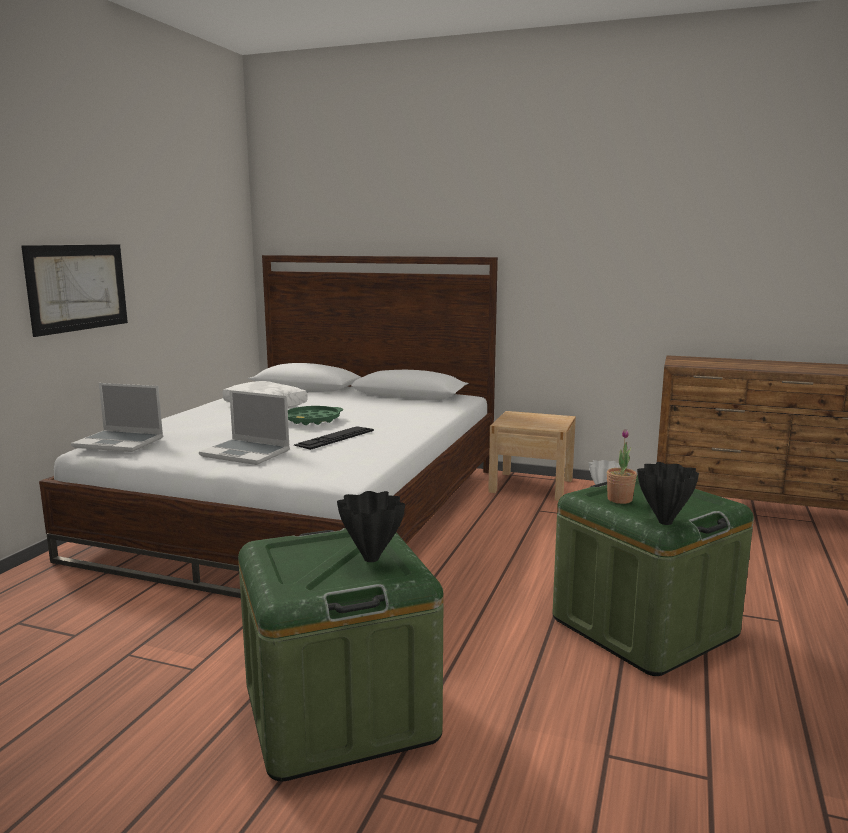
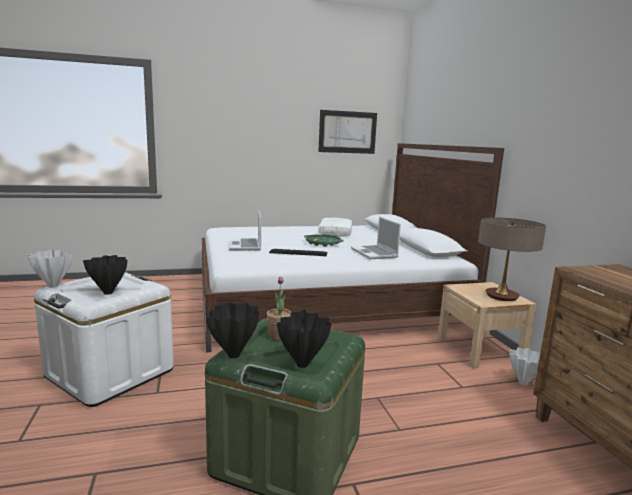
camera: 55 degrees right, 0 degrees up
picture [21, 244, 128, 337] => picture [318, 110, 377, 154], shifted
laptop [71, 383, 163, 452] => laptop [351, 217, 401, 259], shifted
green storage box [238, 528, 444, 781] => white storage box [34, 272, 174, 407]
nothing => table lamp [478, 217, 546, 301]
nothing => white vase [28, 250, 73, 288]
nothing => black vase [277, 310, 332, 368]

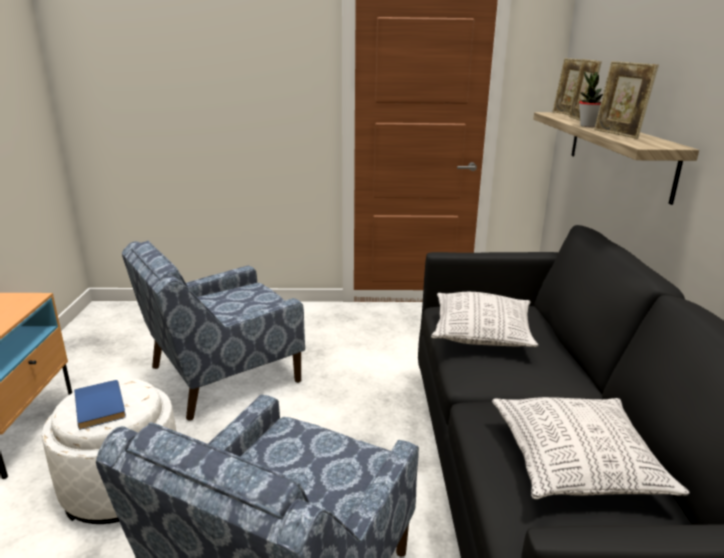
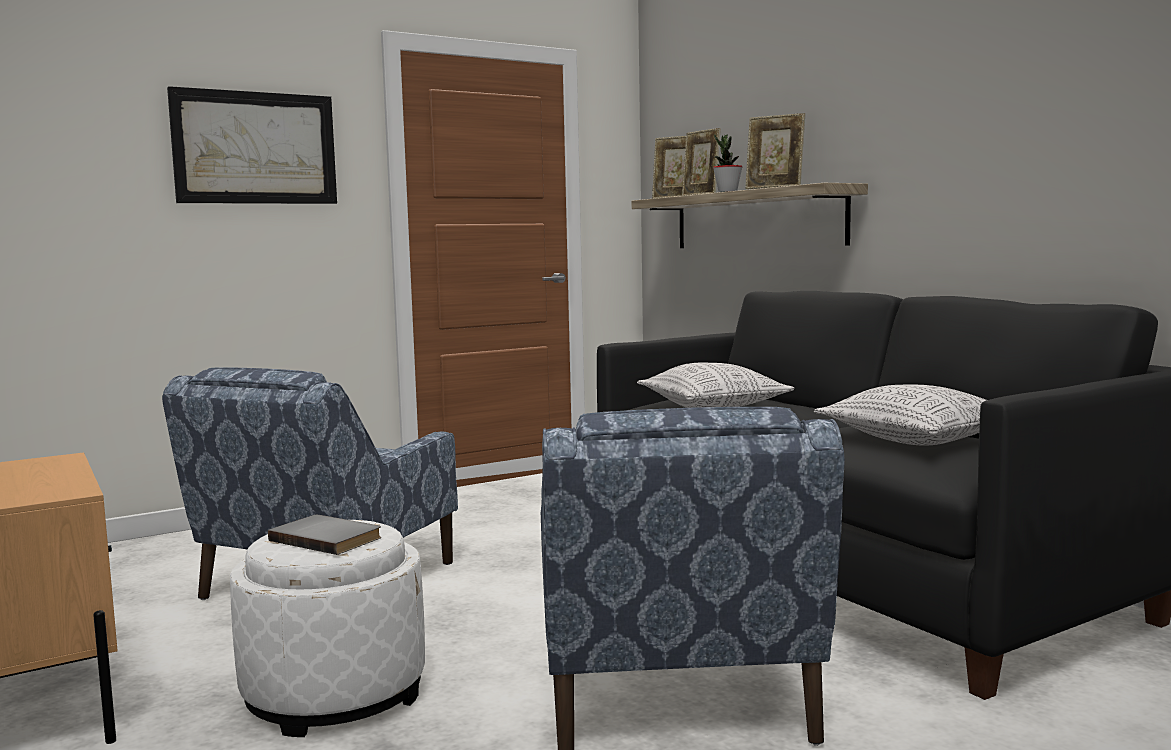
camera: 30 degrees left, 15 degrees down
blue book [74, 380, 126, 430] => grey book [268, 515, 381, 555]
nothing => picture [167, 86, 337, 204]

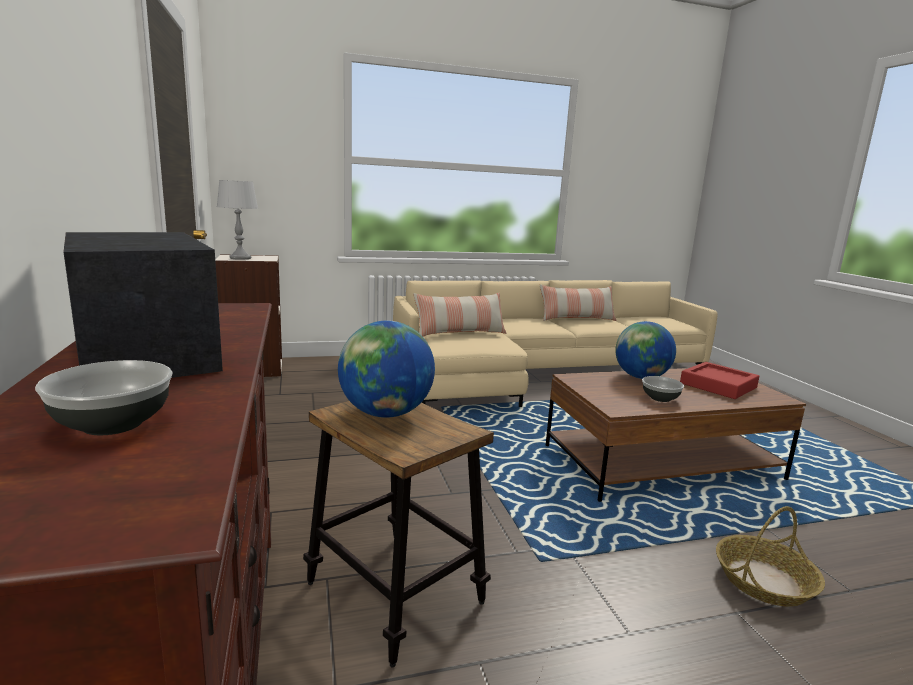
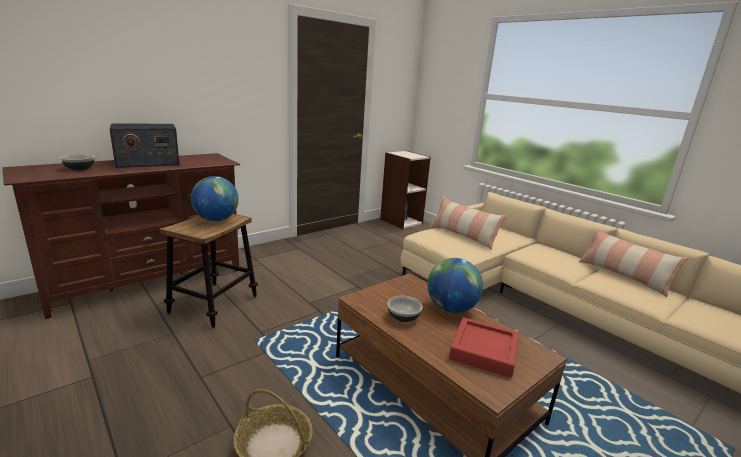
camera: 65 degrees right, 5 degrees up
grey table lamp [217, 180, 258, 260] => nothing
radio [64, 232, 223, 378] => radio [109, 123, 180, 168], 150 degrees counterclockwise

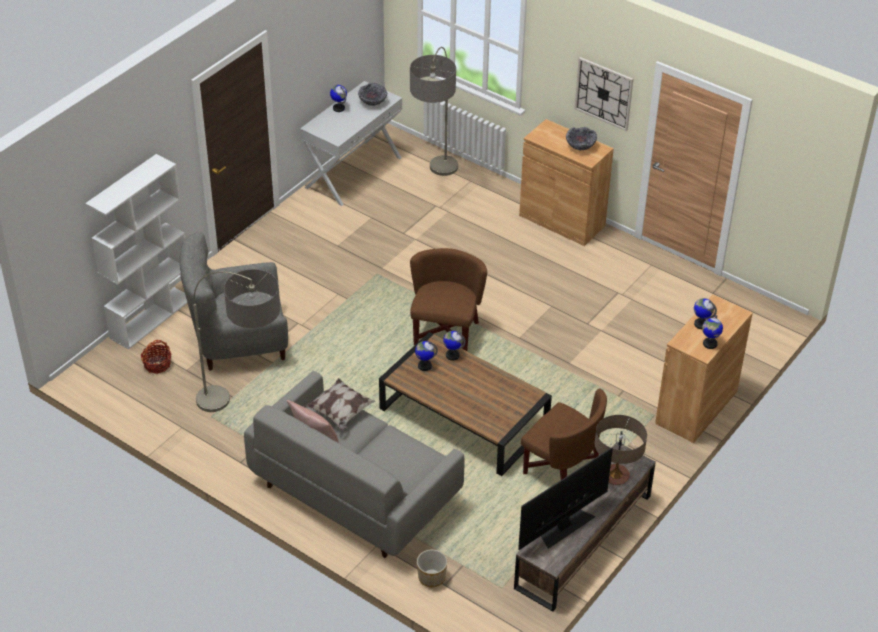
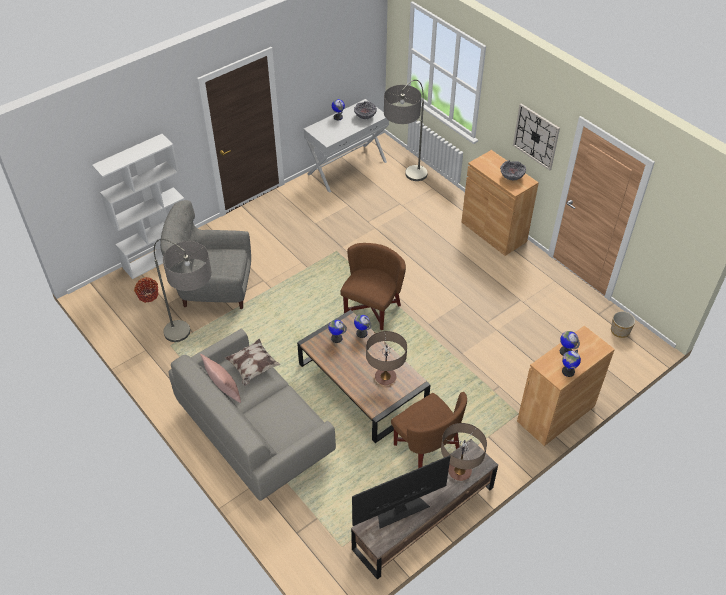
camera: 15 degrees right, 5 degrees up
planter [417, 550, 447, 587] => planter [611, 311, 635, 338], shifted
nothing => table lamp [366, 331, 407, 385]

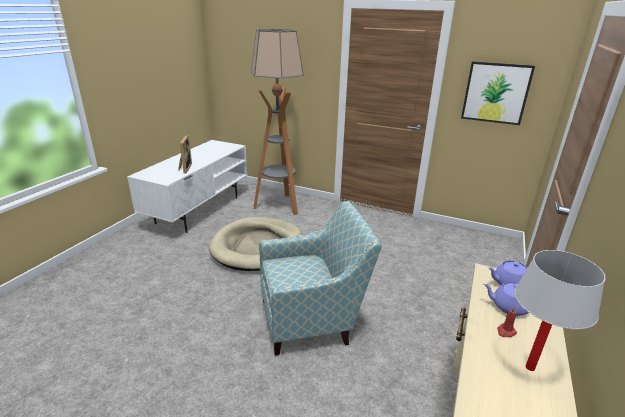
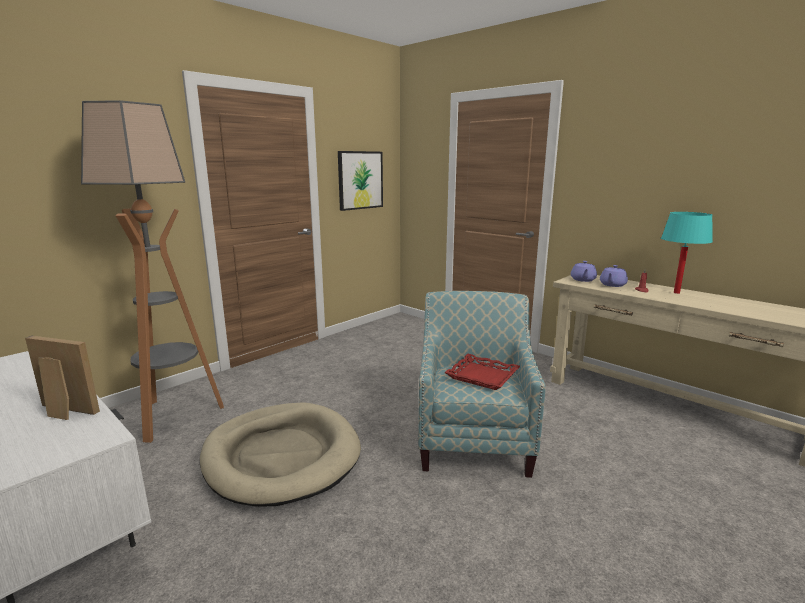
camera: 70 degrees left, 10 degrees down
white table lamp [514, 250, 605, 371] => turquoise table lamp [661, 212, 713, 294]
nothing => red tray [444, 354, 520, 390]

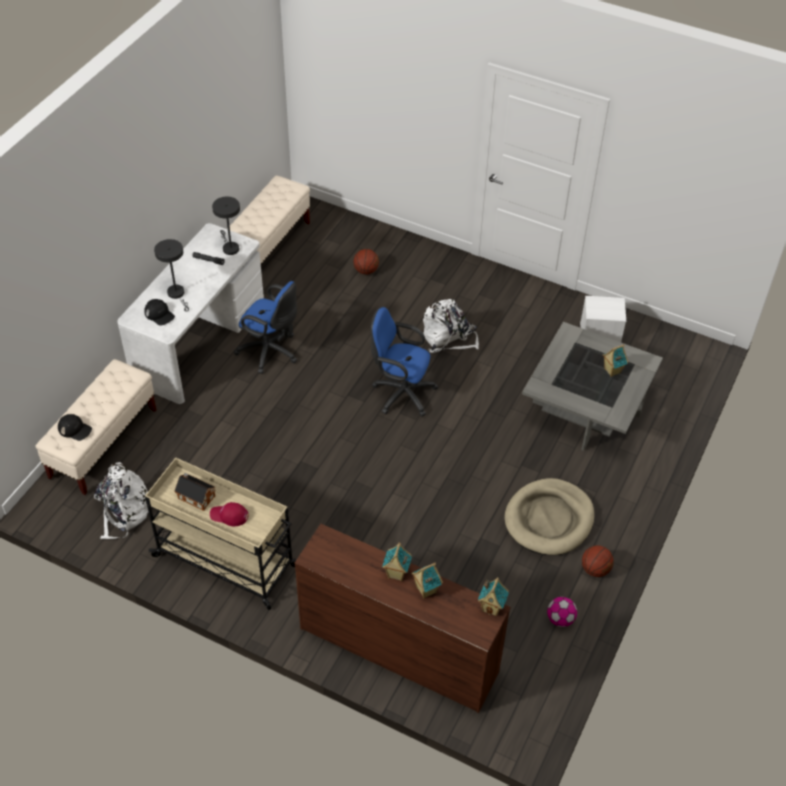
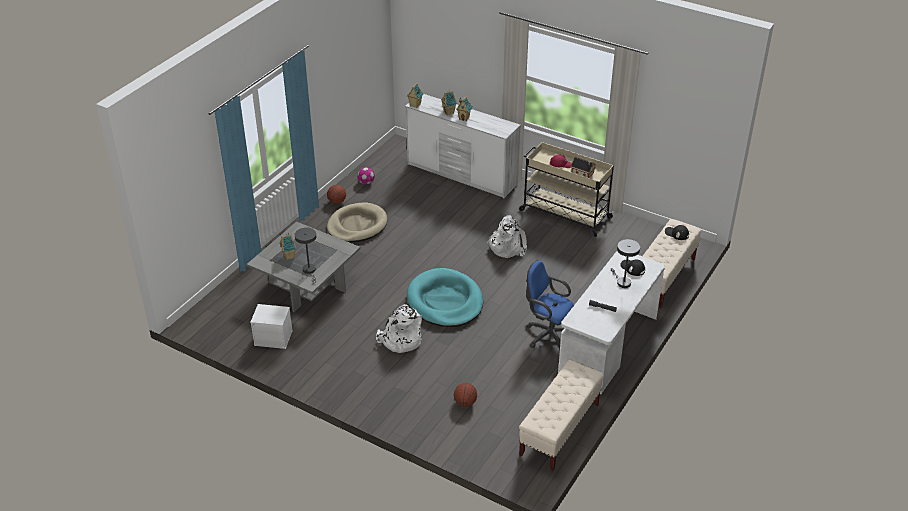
camera: 175 degrees left, 10 degrees down
grey table lamp [212, 197, 240, 255] => grey table lamp [295, 227, 316, 284], shifted
blue office chair [371, 307, 438, 417] => turquoise dog bed [407, 268, 483, 327]
white backpack [94, 462, 148, 539] => white backpack [487, 215, 527, 258], shifted
brown dresser [294, 524, 511, 713] => white dresser [405, 94, 521, 198]

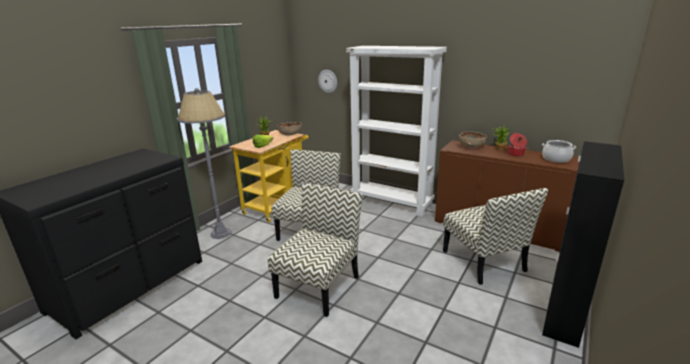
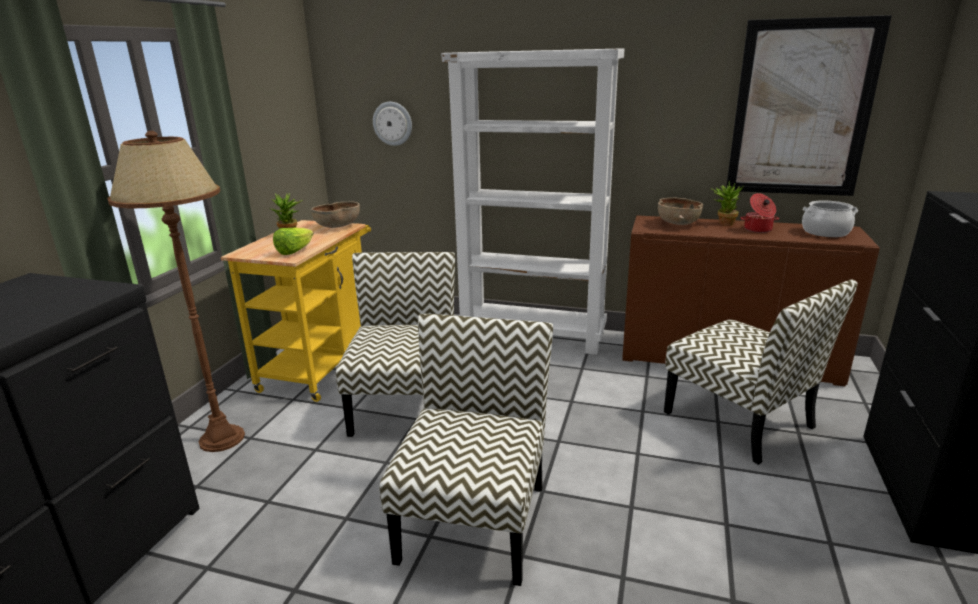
camera: 15 degrees left, 0 degrees up
grey floor lamp [177, 88, 231, 239] => brown floor lamp [107, 131, 245, 452]
nothing => picture [726, 15, 892, 196]

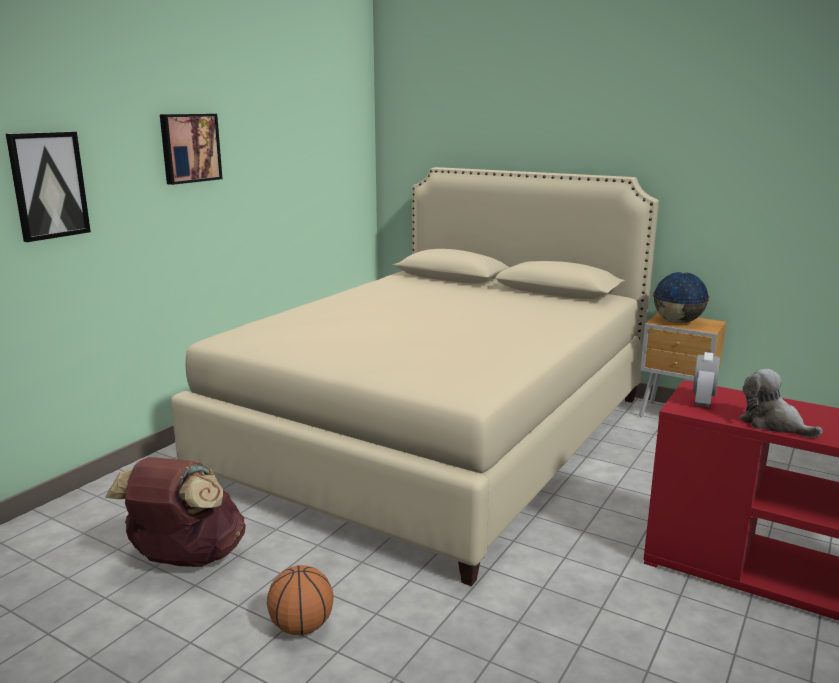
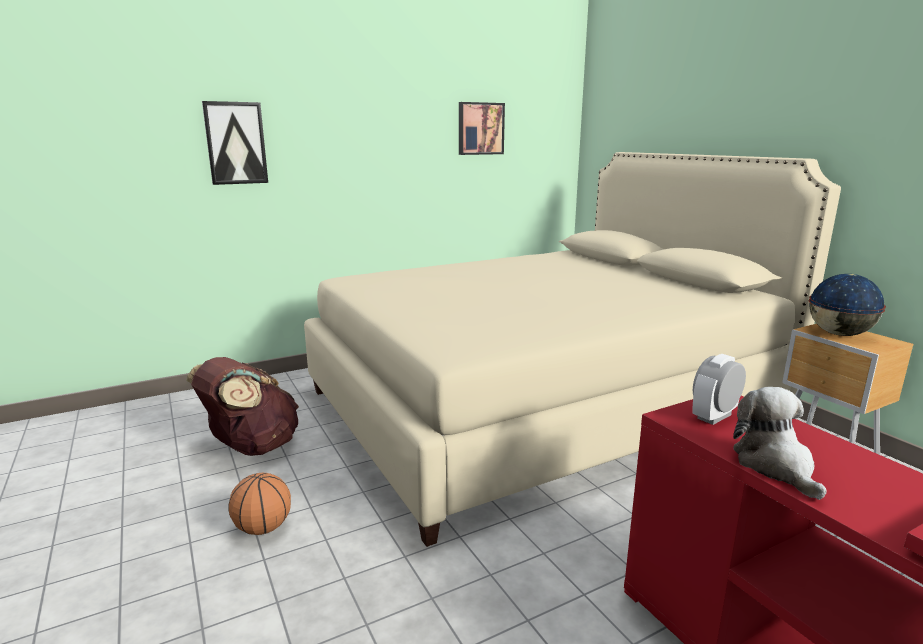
camera: 30 degrees right, 0 degrees up
picture [160, 114, 223, 185] => picture [459, 102, 505, 155], shifted

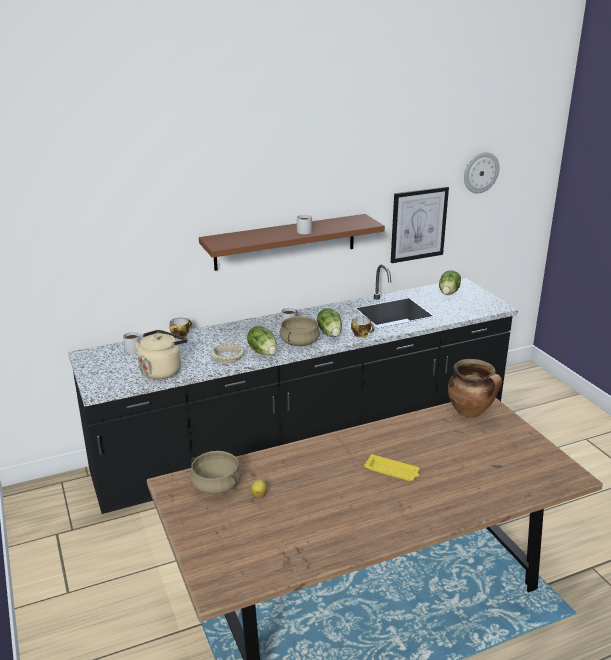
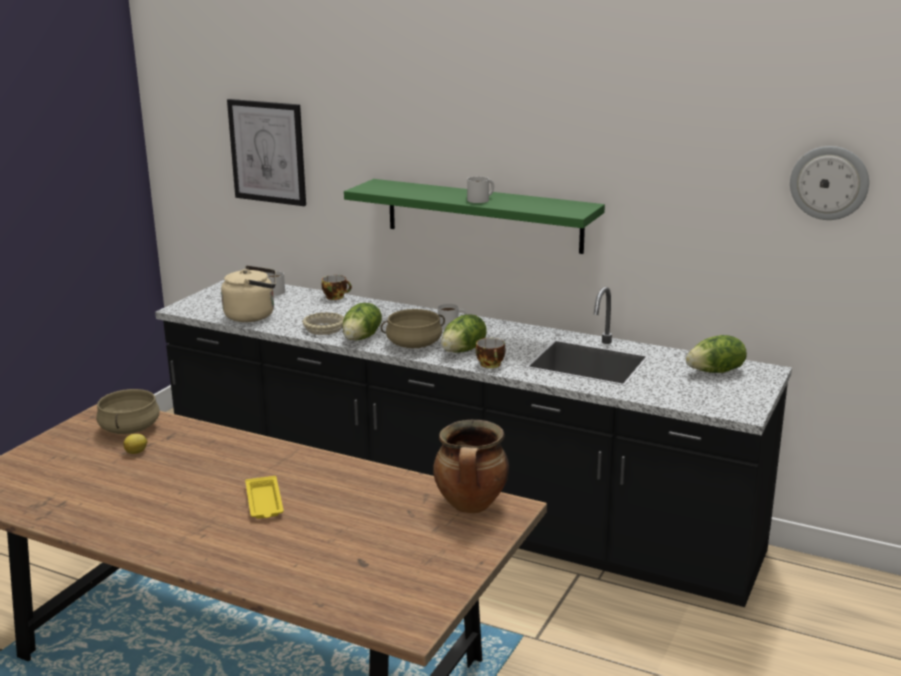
camera: 50 degrees right, 5 degrees down
picture [391, 186, 449, 263] => picture [227, 99, 306, 206], shifted
brown shelf [199, 214, 385, 271] => green shelf [344, 179, 605, 254]

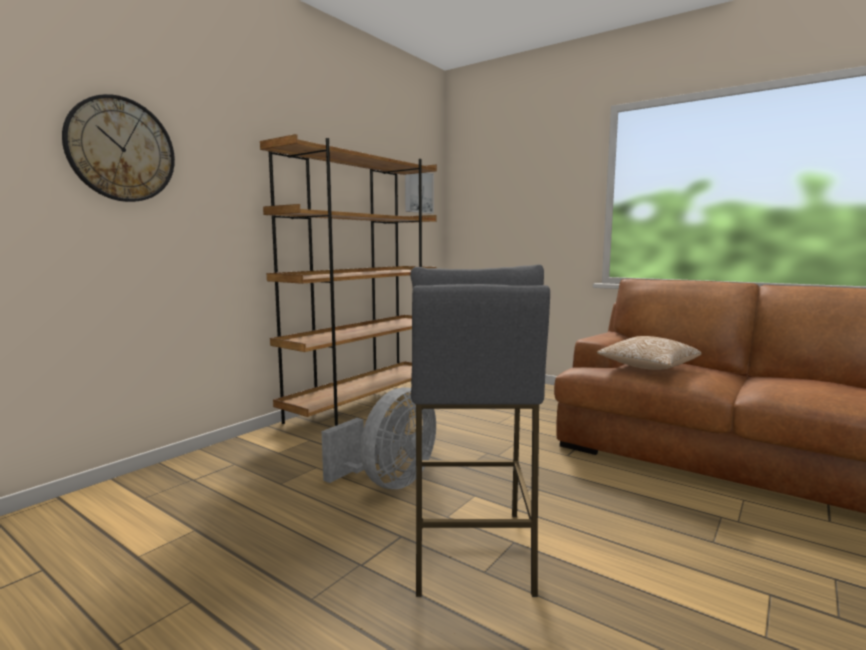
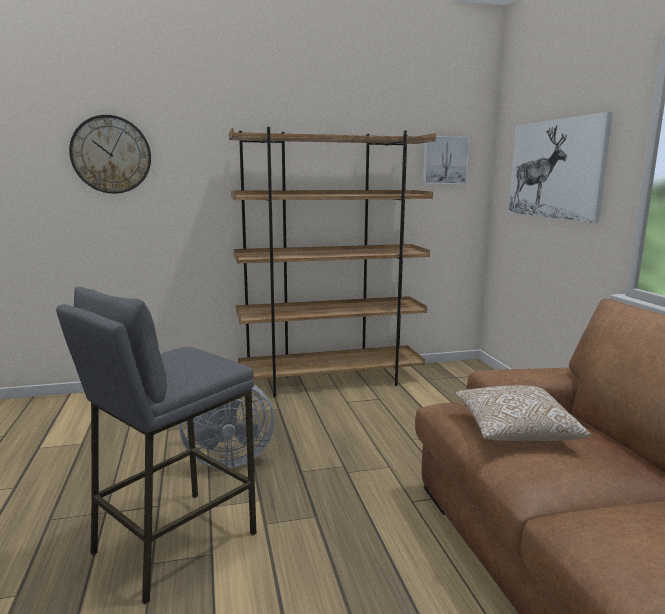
camera: 40 degrees right, 5 degrees up
nothing => picture [509, 112, 613, 223]

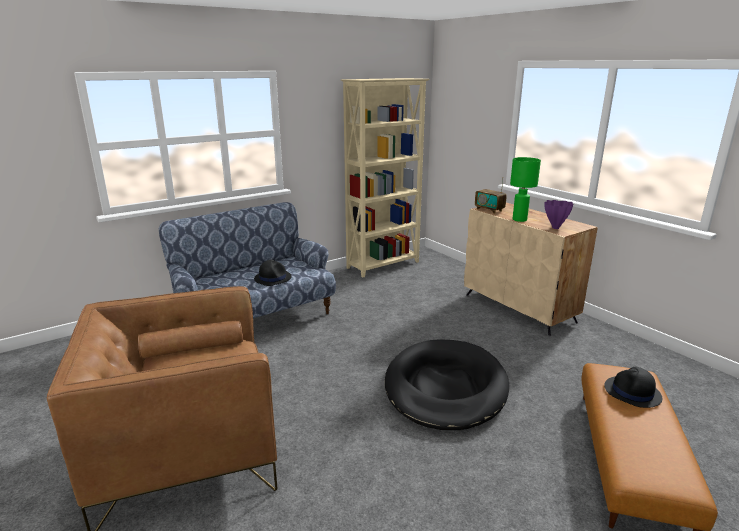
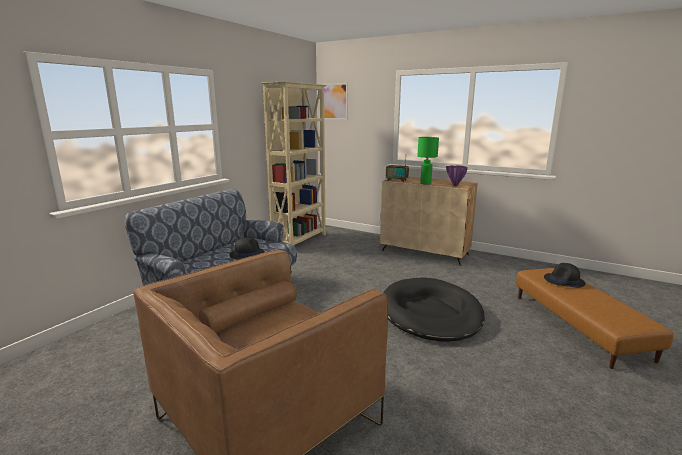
camera: 25 degrees left, 5 degrees down
nothing => picture [322, 83, 348, 120]

